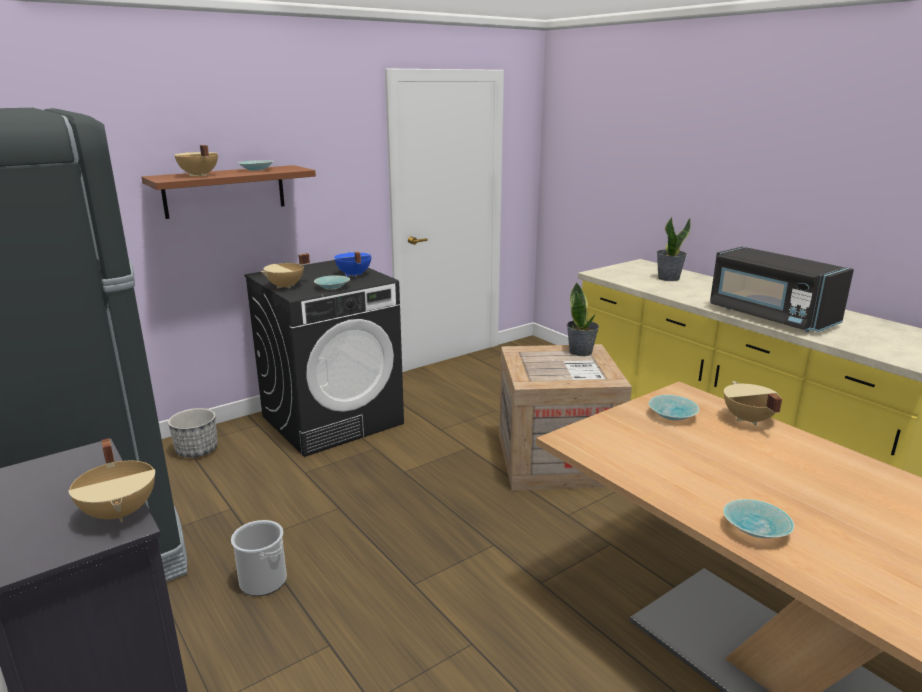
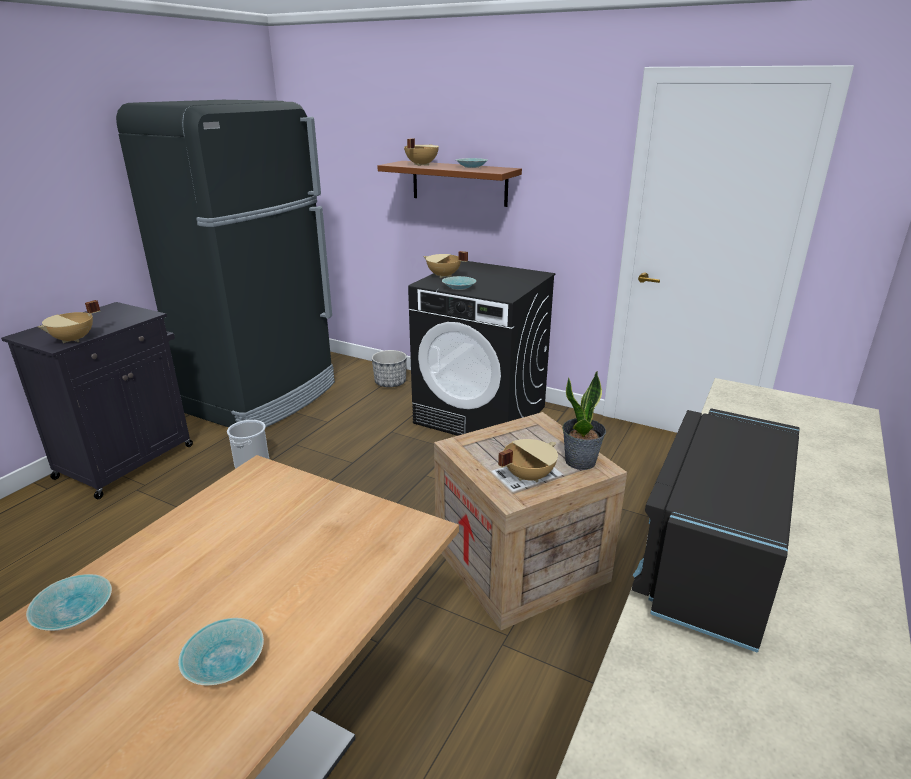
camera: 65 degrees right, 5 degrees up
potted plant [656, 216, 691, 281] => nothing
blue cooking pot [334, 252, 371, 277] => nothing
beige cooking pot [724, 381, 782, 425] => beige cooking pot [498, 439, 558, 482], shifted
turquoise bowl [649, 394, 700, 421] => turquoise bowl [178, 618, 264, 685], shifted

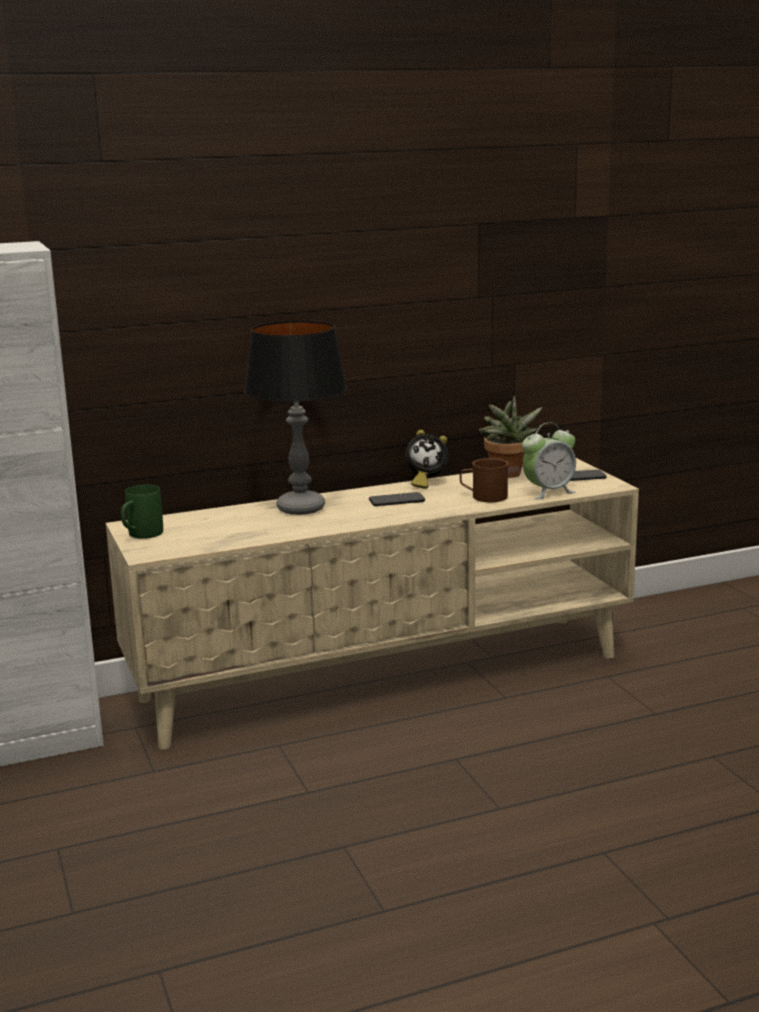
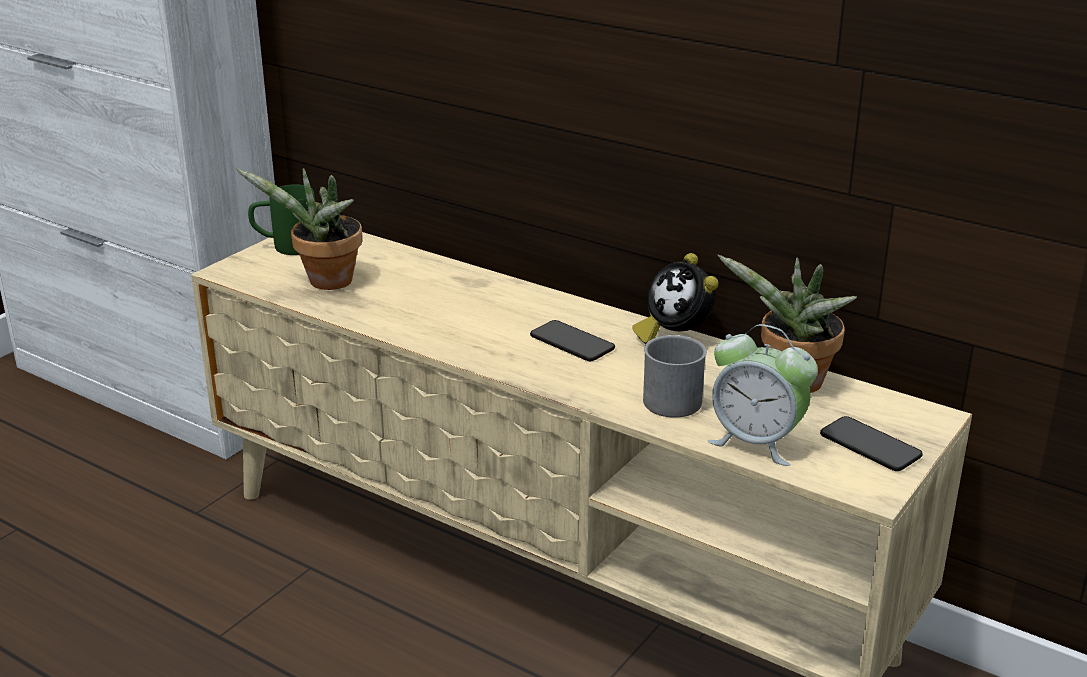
camera: 55 degrees right, 10 degrees up
table lamp [244, 321, 347, 515] => nothing
brown mug [460, 458, 509, 502] => grey mug [643, 335, 707, 418]
nothing => potted plant [236, 168, 363, 290]

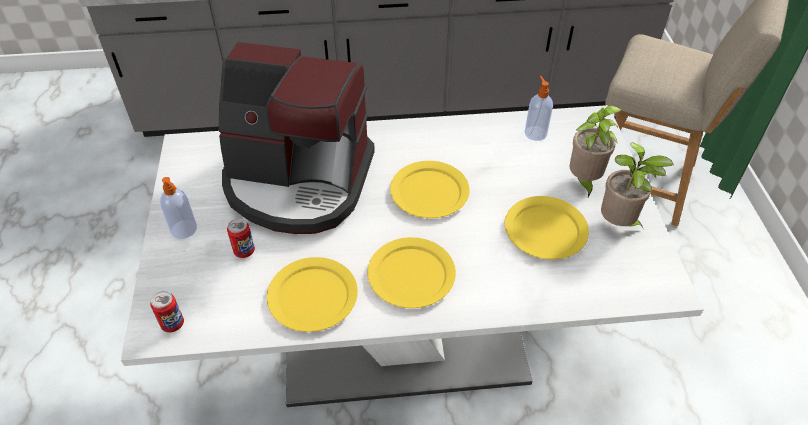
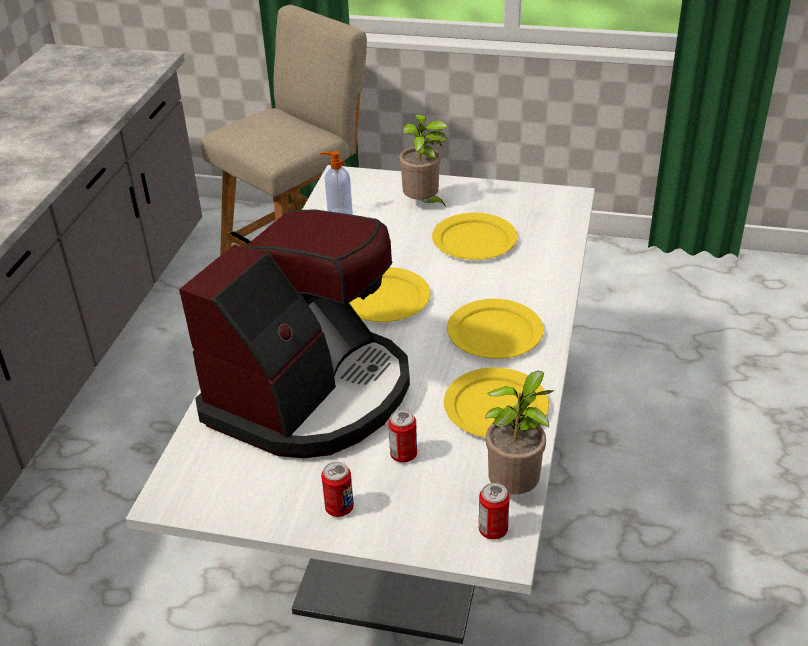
camera: 70 degrees left, 10 degrees down
potted plant [601, 142, 674, 228] => potted plant [485, 371, 554, 494], shifted
soap dispenser [160, 177, 197, 239] => can [321, 462, 354, 517]

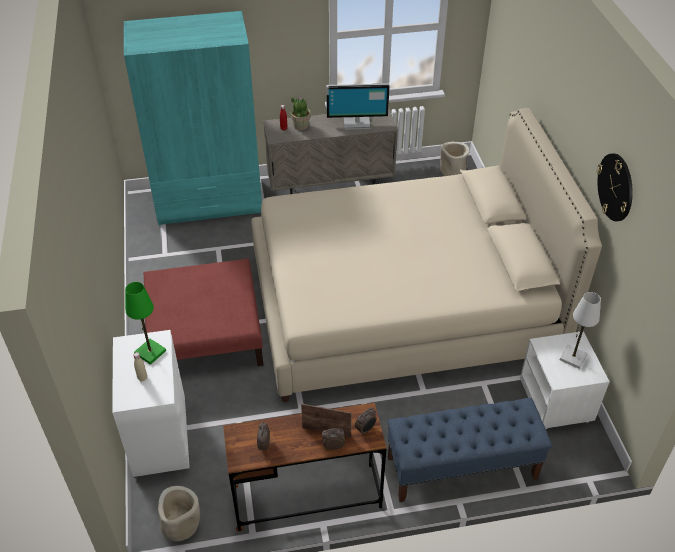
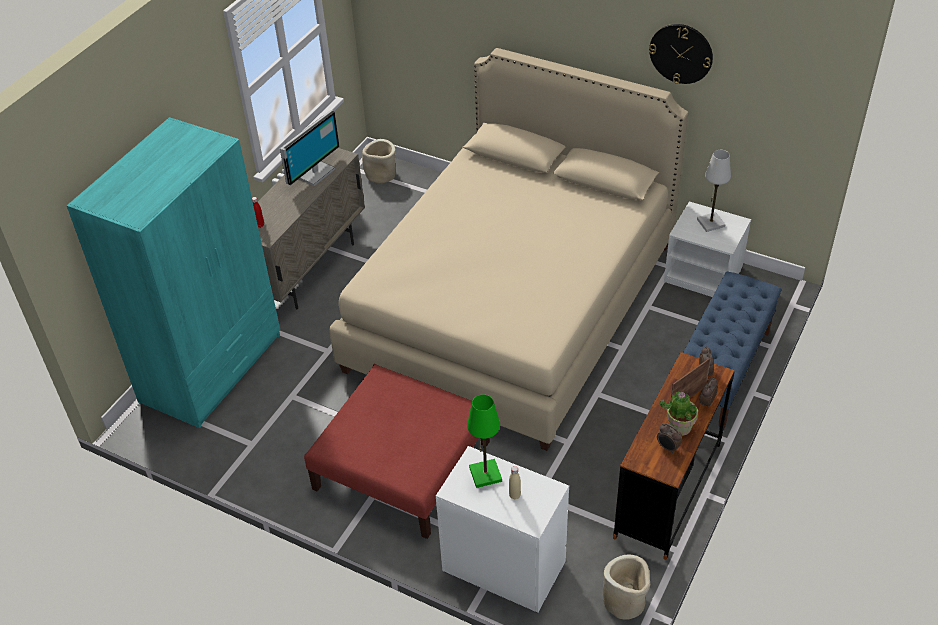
camera: 50 degrees left, 0 degrees up
potted plant [291, 97, 311, 130] => potted plant [660, 391, 698, 436], shifted

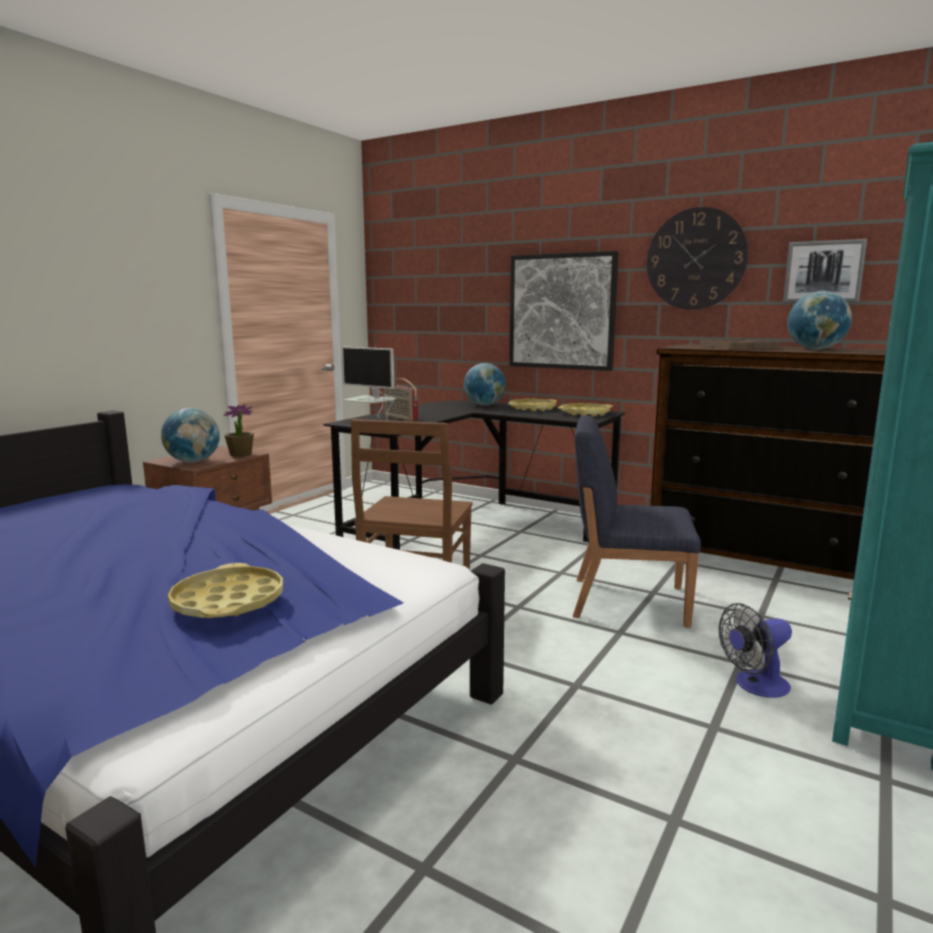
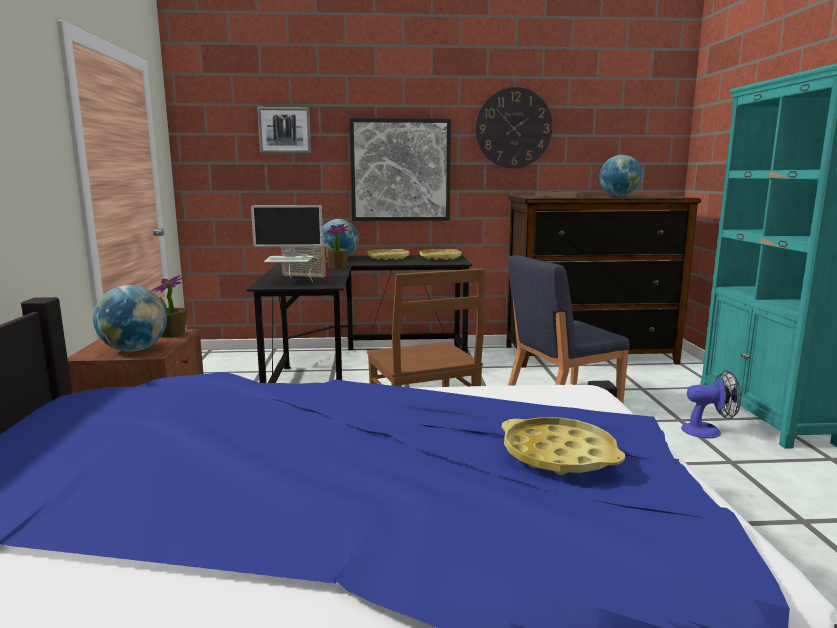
camera: 35 degrees left, 0 degrees up
picture [783, 239, 867, 303] => picture [257, 107, 311, 153], shifted
fan [719, 603, 792, 698] => fan [681, 370, 741, 438], 120 degrees counterclockwise
nothing => potted plant [324, 224, 349, 269]

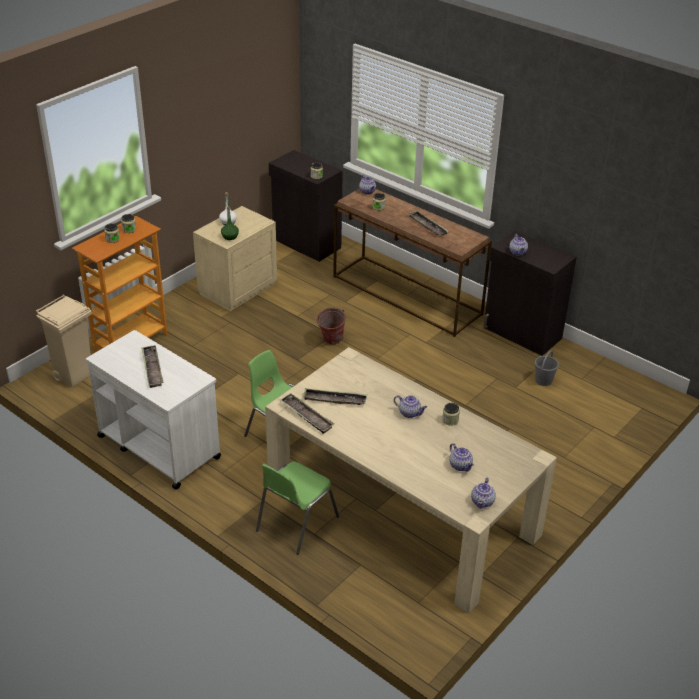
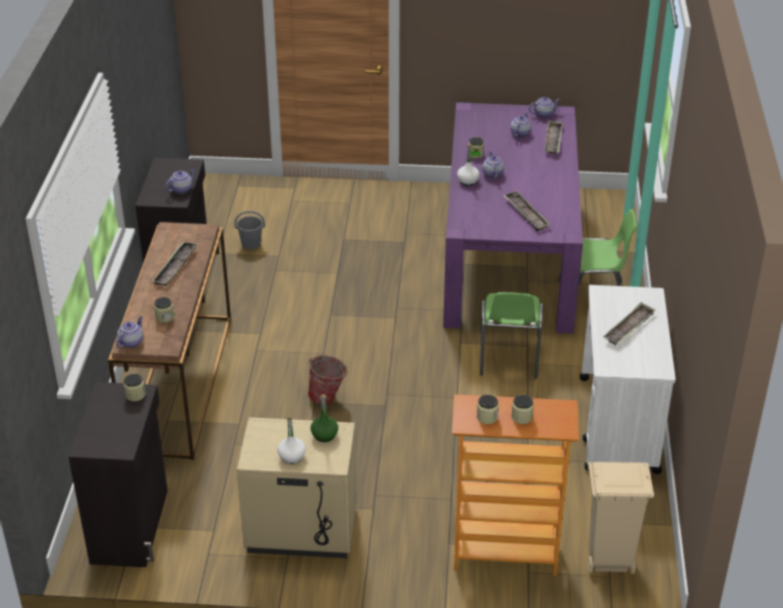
camera: 125 degrees left, 0 degrees up
beige dining table [265, 347, 557, 614] => purple dining table [443, 102, 583, 334]
tray [279, 393, 334, 434] => tray [544, 120, 563, 154], shifted
nothing => white bottle [457, 144, 480, 185]

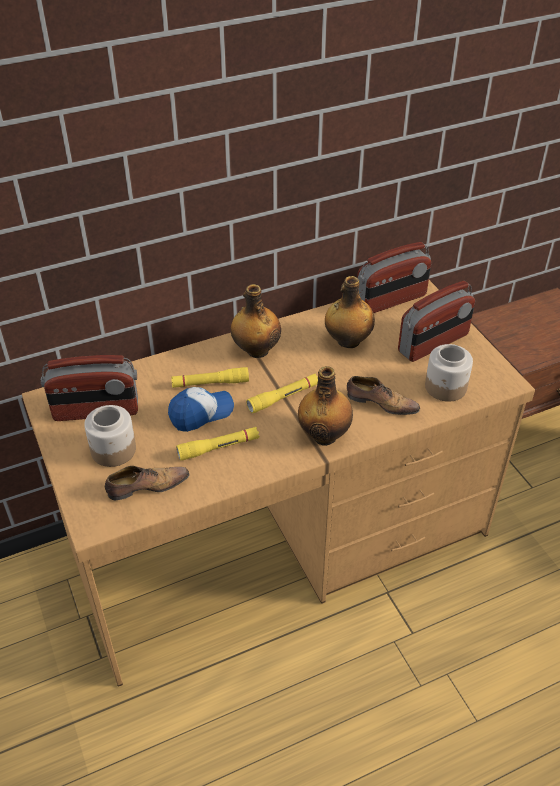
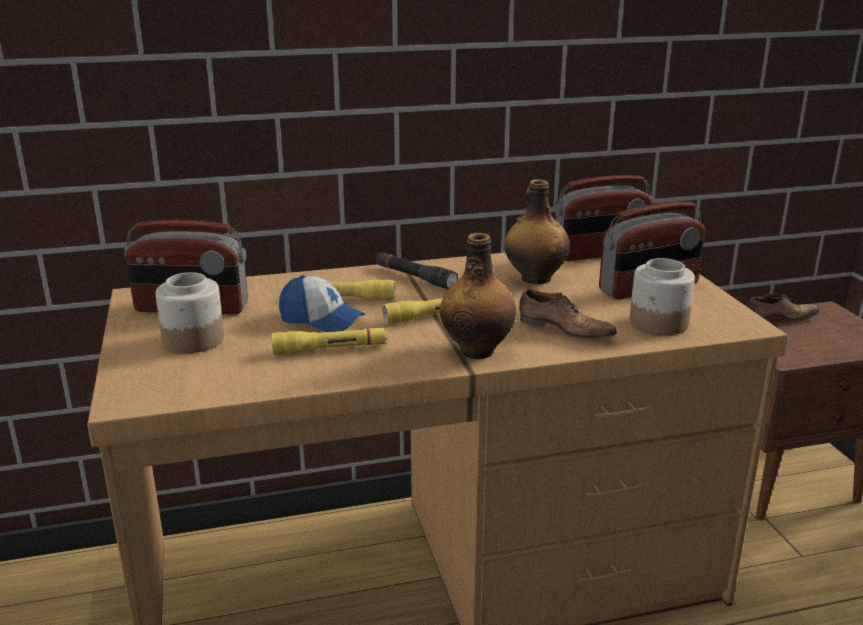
camera: 10 degrees right, 20 degrees down
bottle [231, 284, 281, 358] => black flashlight [376, 252, 458, 289]
cap [168, 387, 234, 432] => cap [279, 275, 365, 332], 45 degrees clockwise
shoe [105, 466, 190, 500] => shoe [746, 293, 820, 322], shifted

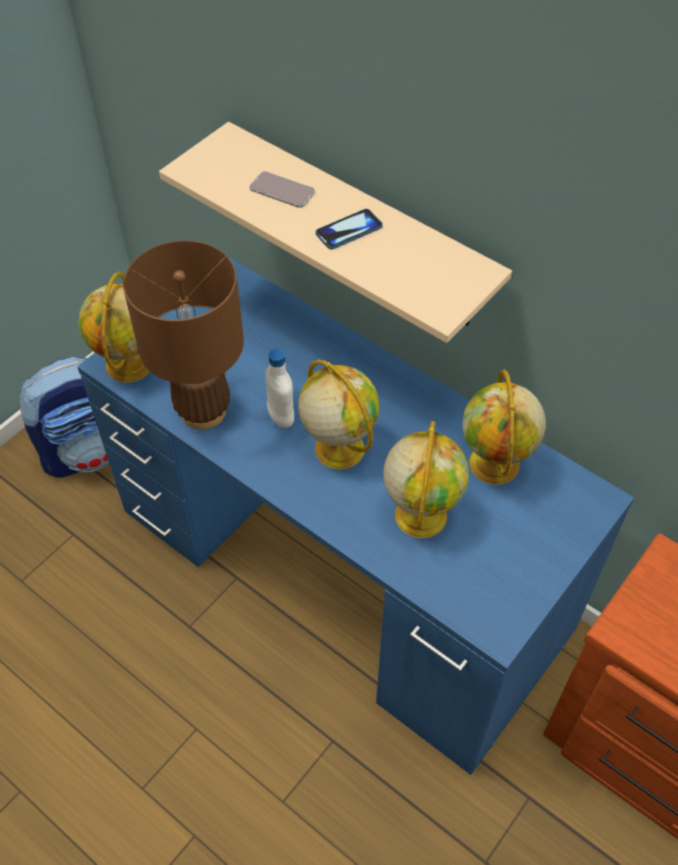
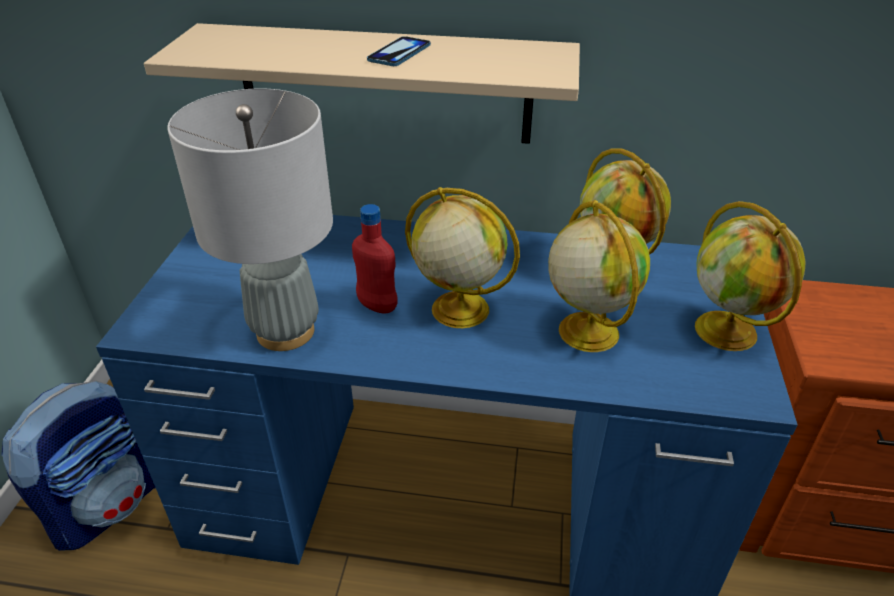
camera: 30 degrees left, 15 degrees down
phone [250, 171, 315, 208] => nothing
brown table lamp [123, 241, 244, 430] => grey table lamp [167, 88, 333, 351]
globe [79, 272, 150, 383] => globe [695, 201, 806, 351], shifted
white bottle [265, 348, 294, 428] => red bottle [352, 204, 398, 314]

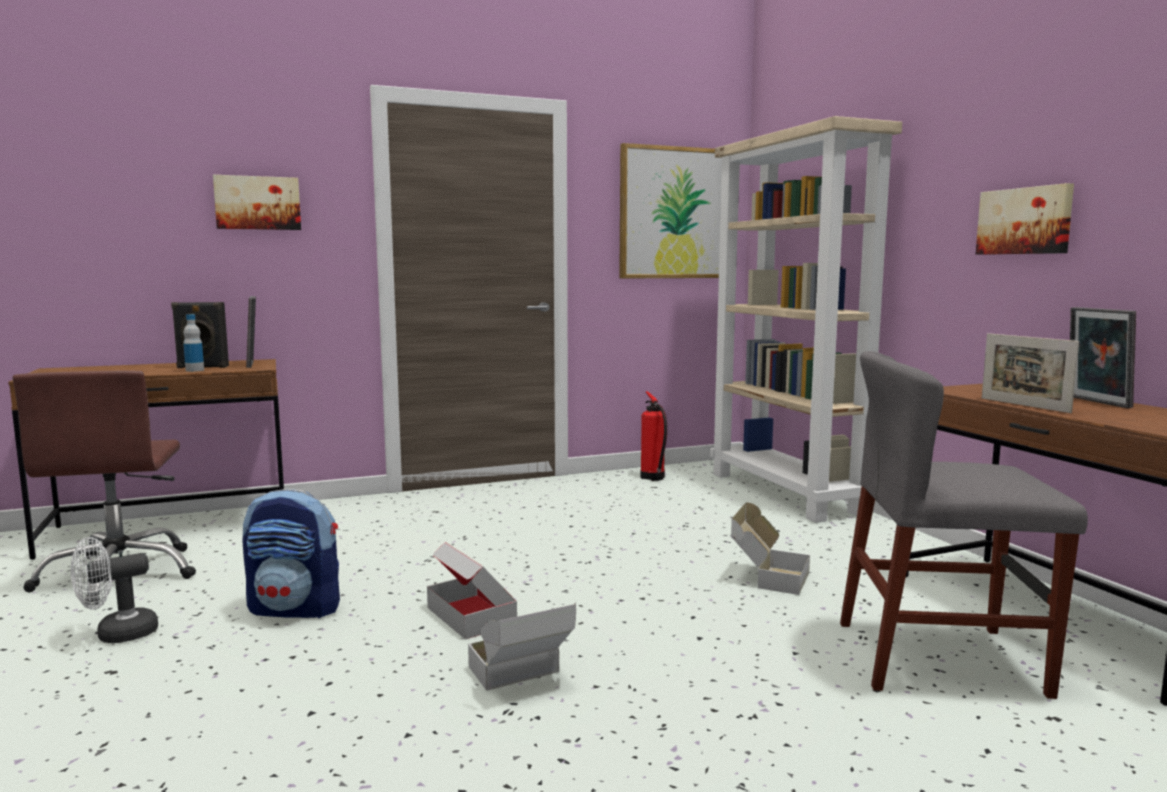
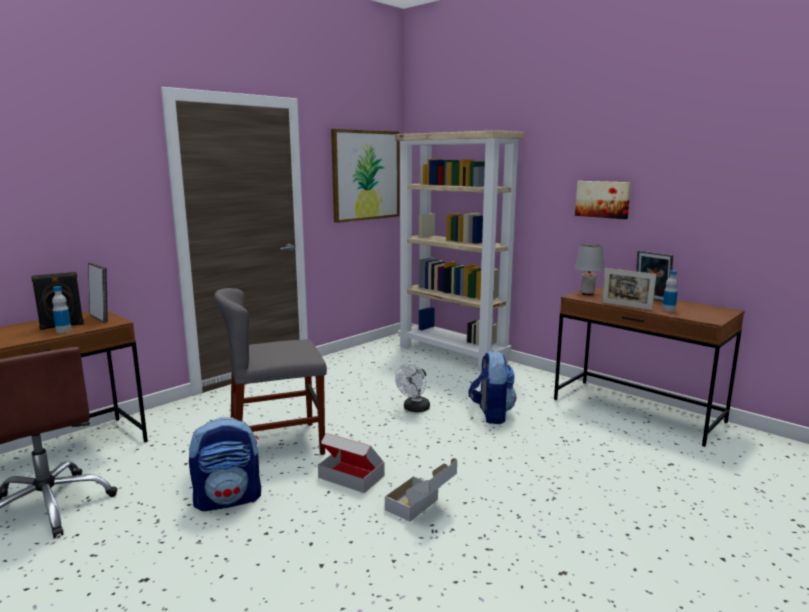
camera: 25 degrees left, 5 degrees up
picture [213, 175, 301, 230] => nothing
grey chair [840, 351, 1088, 699] => grey chair [214, 288, 327, 455], shifted
fire extinguisher [640, 391, 667, 481] => nothing
cardboard box [731, 502, 810, 595] => backpack [468, 350, 516, 424]
white fan [70, 537, 158, 643] => white fan [395, 364, 430, 413], shifted
nothing => grey table lamp [575, 244, 604, 295]
nothing => bottle [662, 270, 678, 312]

